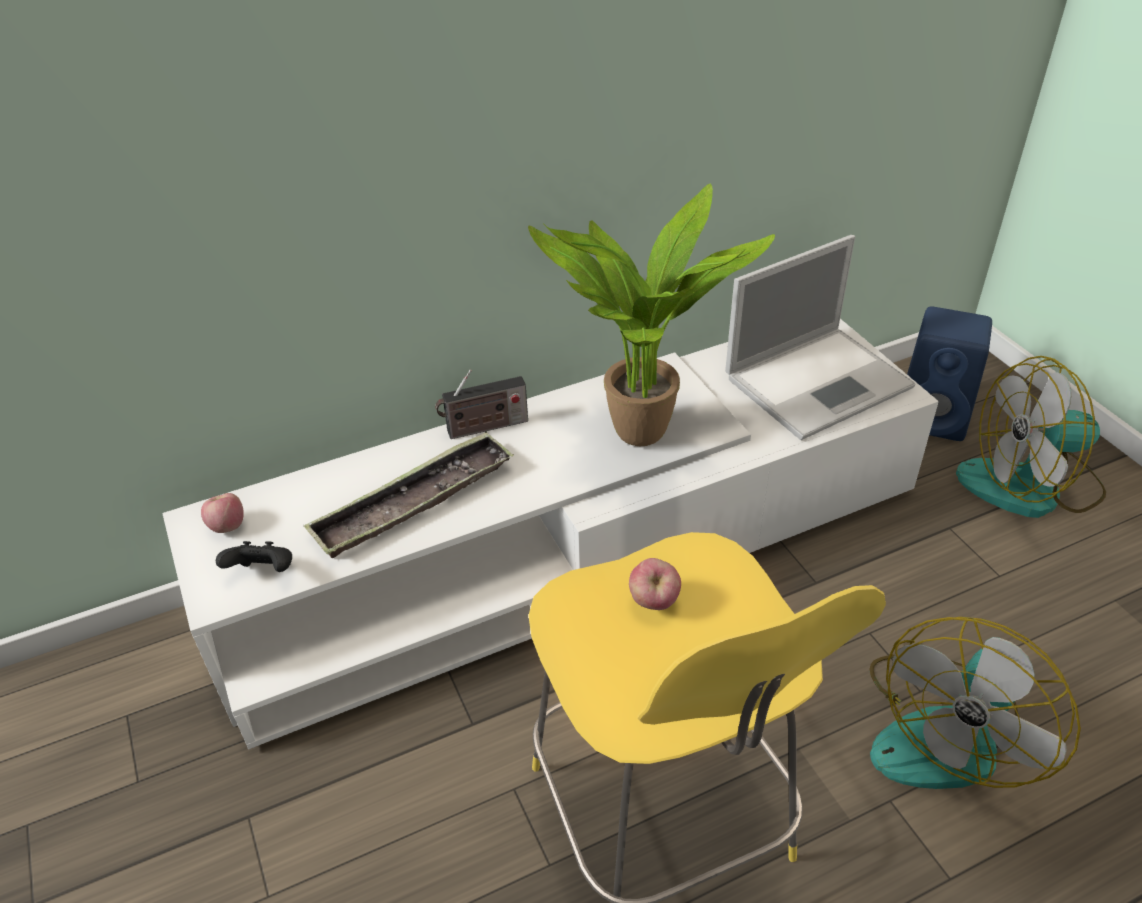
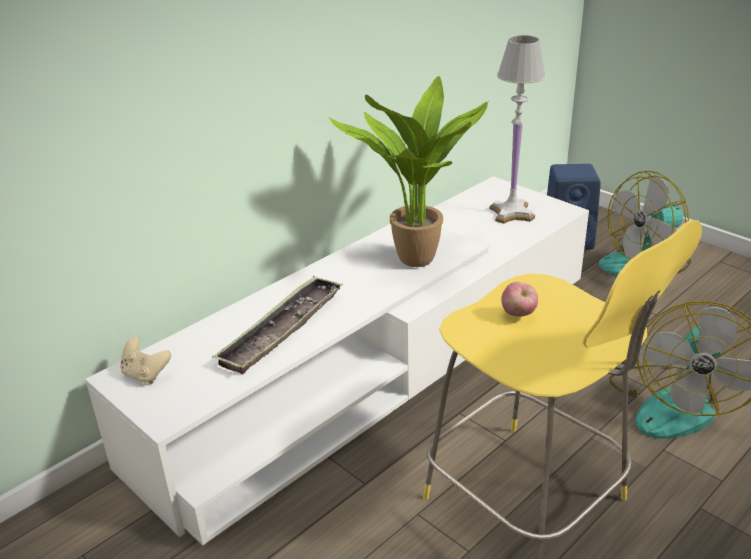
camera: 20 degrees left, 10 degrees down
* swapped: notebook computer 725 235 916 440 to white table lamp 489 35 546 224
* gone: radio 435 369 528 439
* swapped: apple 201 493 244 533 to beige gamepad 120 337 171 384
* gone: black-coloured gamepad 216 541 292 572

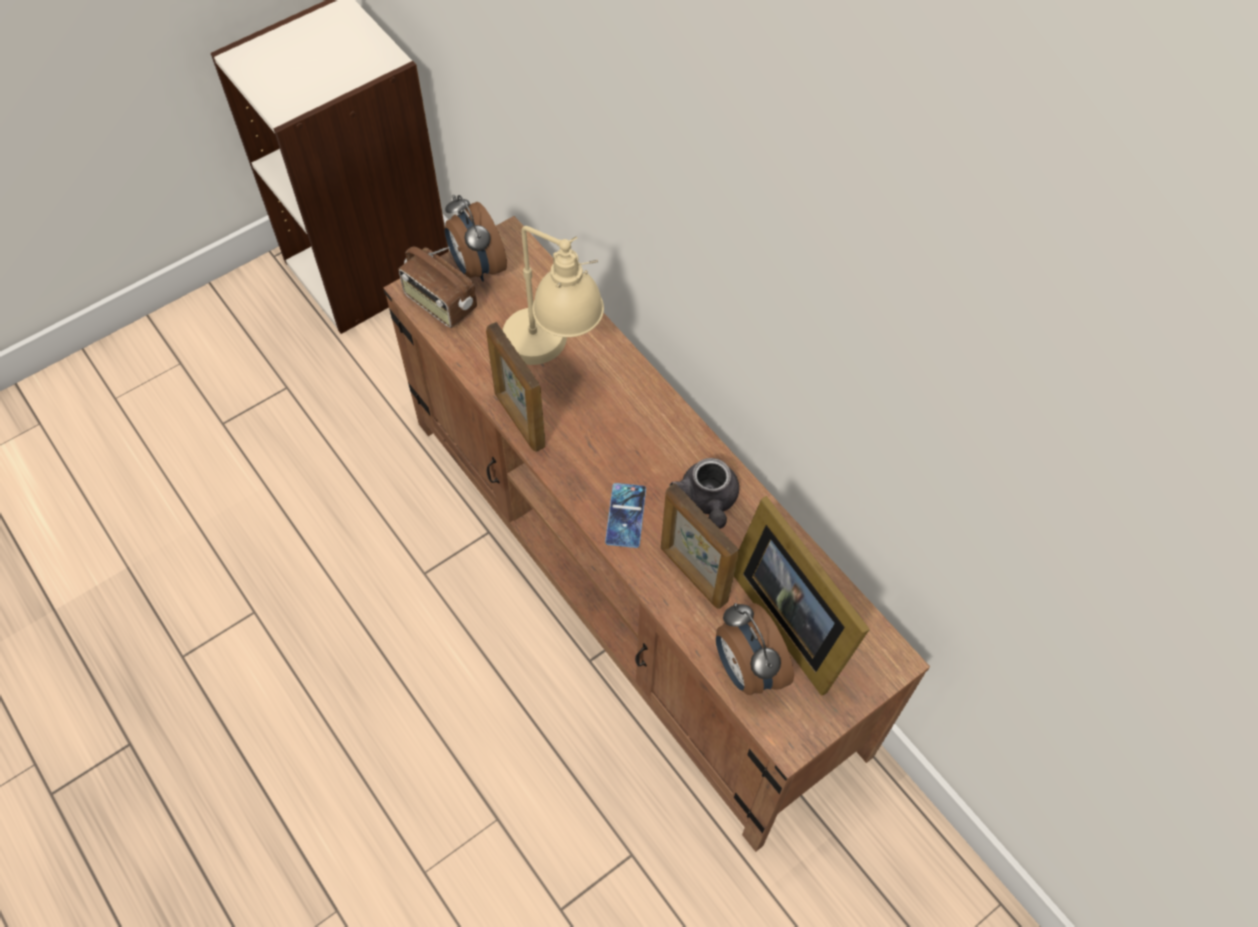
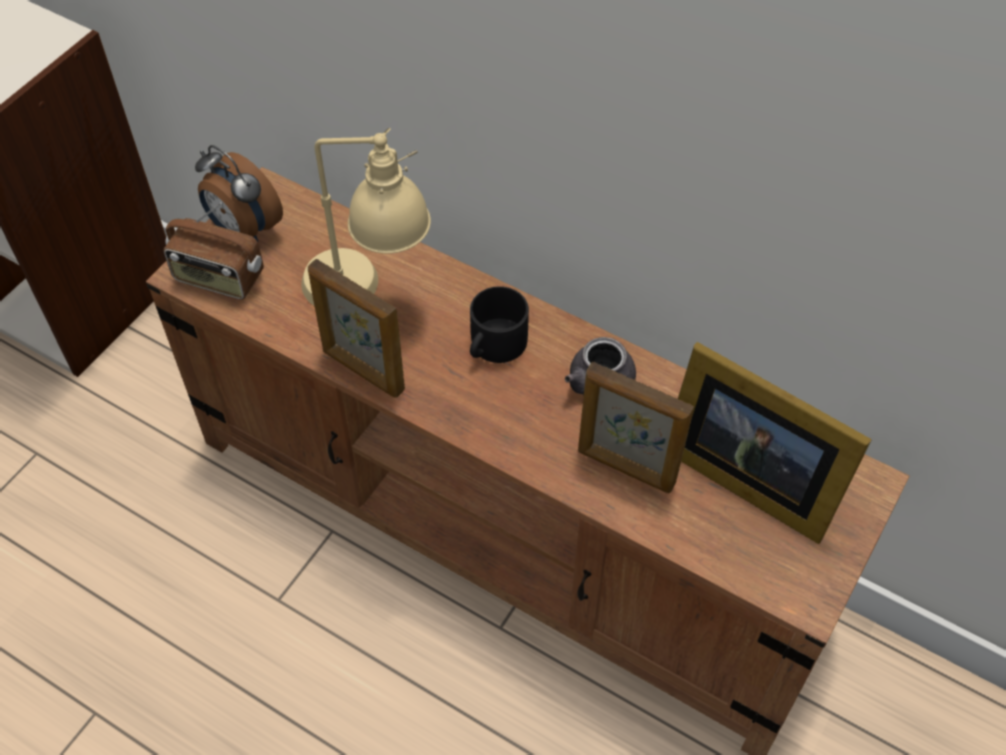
camera: 20 degrees left, 5 degrees down
* gone: handset 605 483 646 548
* gone: alarm clock 716 603 794 695
* new: black-coloured coffee mug 470 286 529 363

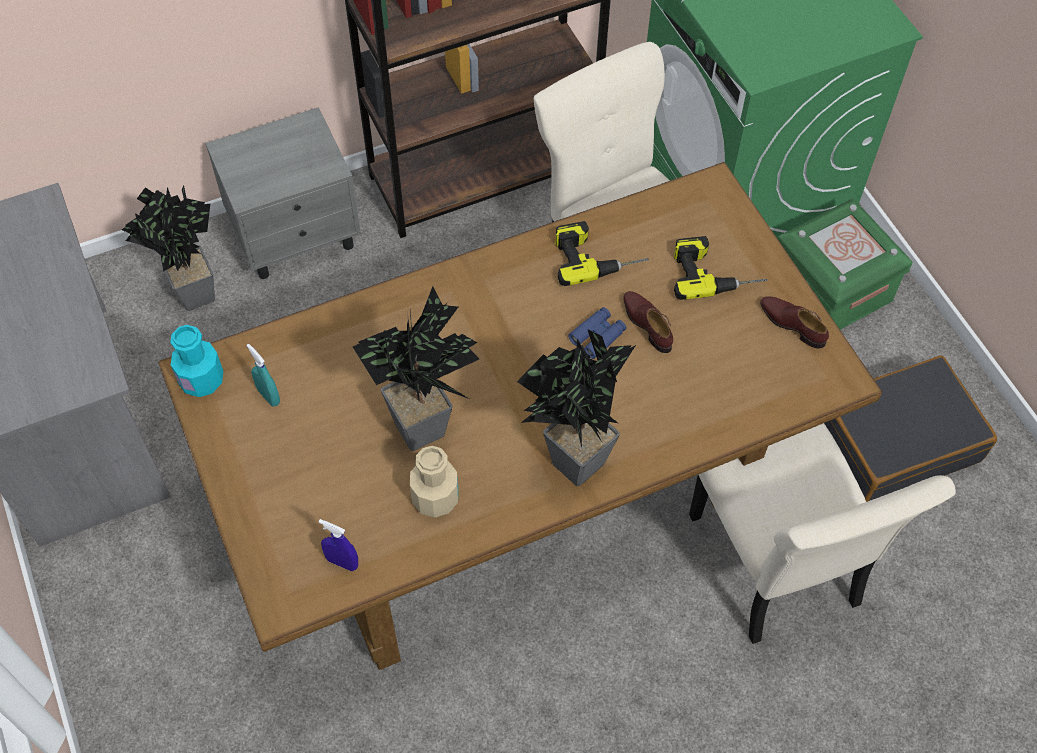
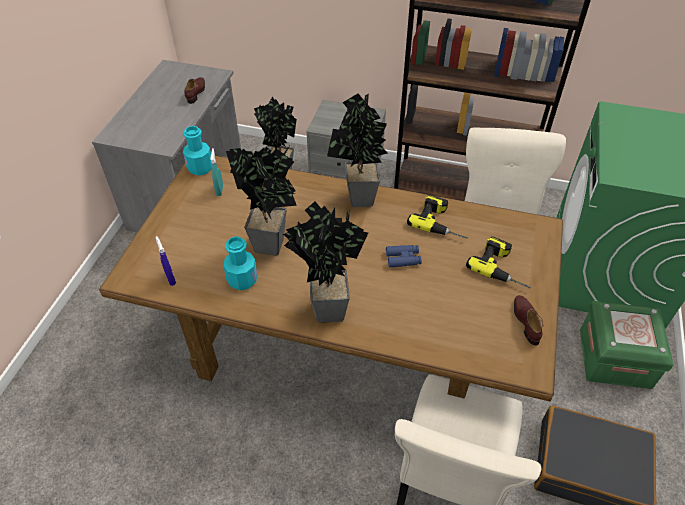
camera: 40 degrees right, 10 degrees down
* shifted: brownish shoe 623 291 673 353 to 184 77 205 104
* repainted: beige beverage bottle 410 446 458 518 to turquoise-coloured beverage bottle 223 236 257 290
* new: plant in a pot 327 94 388 207

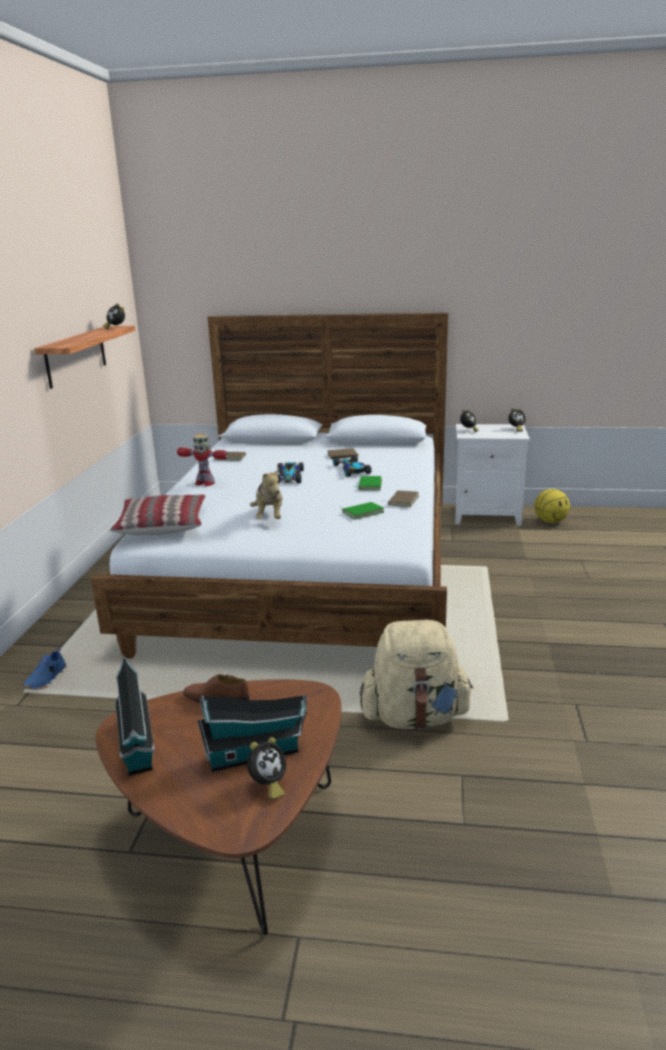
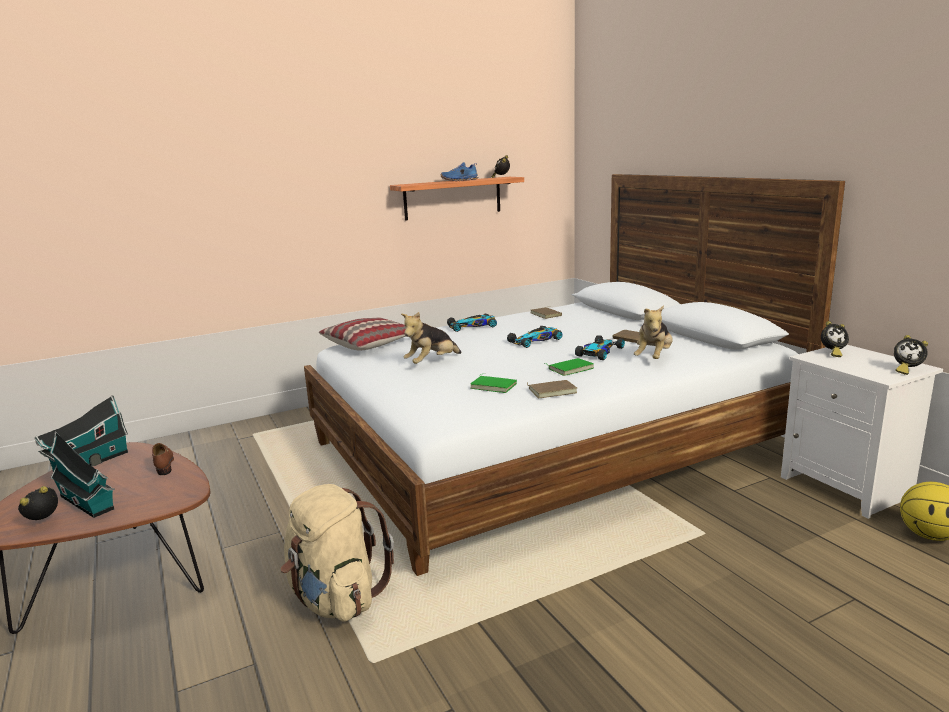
camera: 55 degrees right, 5 degrees down
* swapped: toy robot 177 434 228 486 to model car 447 314 497 332
* shifted: blue-coloured shoe 23 647 67 690 to 441 162 478 181
* rotated: alarm clock 247 737 286 800 = 18 486 58 520 120 degrees clockwise
* new: soft toy 634 305 673 359

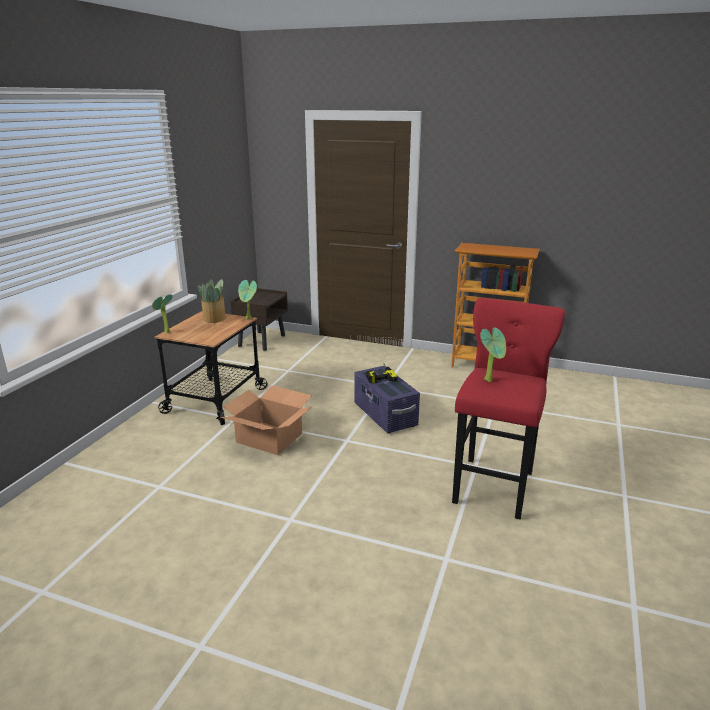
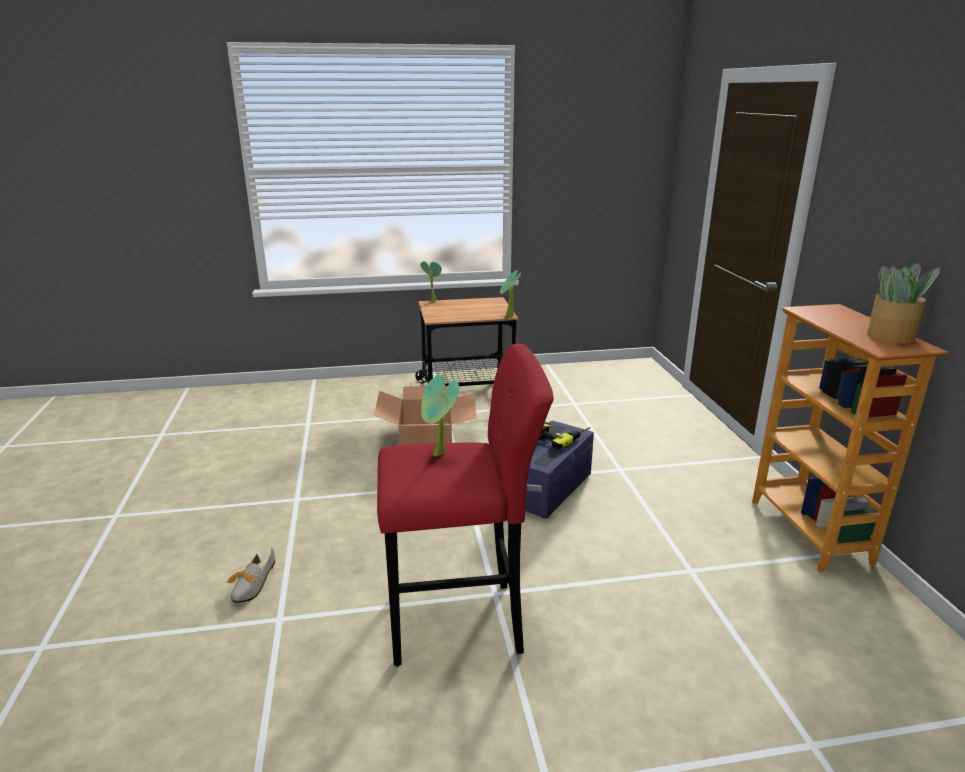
camera: 60 degrees right, 0 degrees up
* shifted: plant in a pot 198 279 226 323 to 867 263 940 344
* gone: brownish nightstand 231 288 288 351
* new: shoe 227 547 275 603

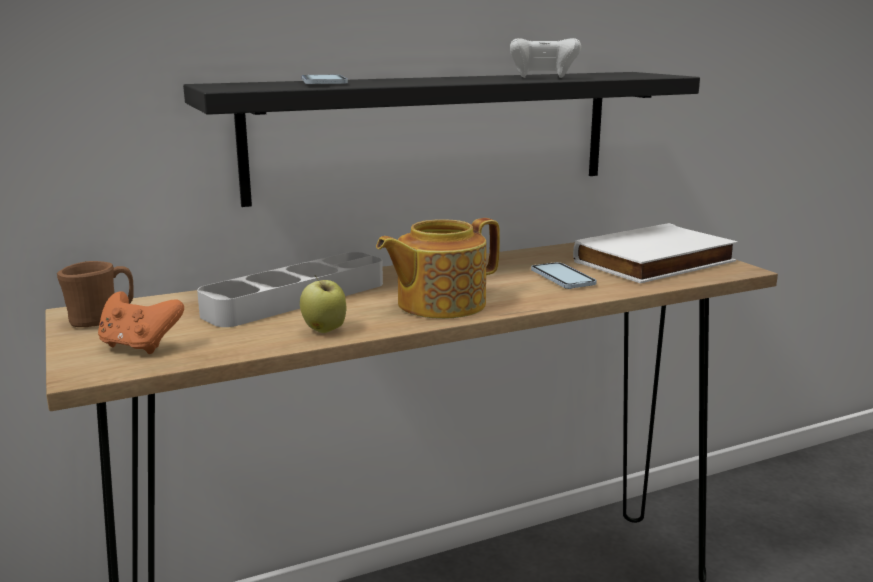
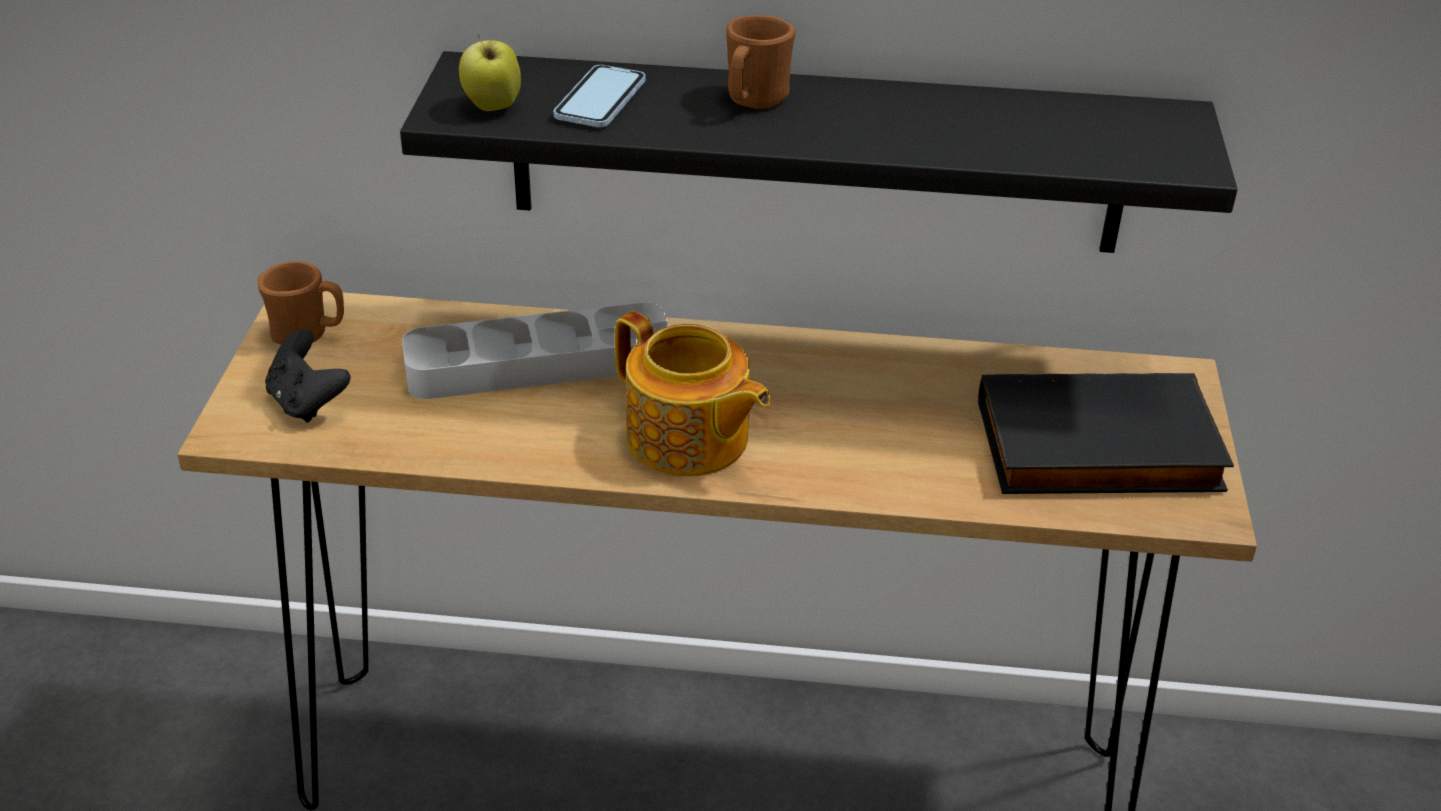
camera: 30 degrees right, 20 degrees up
* gone: white gamepad 510 38 581 78
* rotated: teapot 376 218 500 319 = 615 311 771 477 135 degrees counterclockwise
* repainted: white volume 573 223 738 283 to black-coloured volume 978 373 1234 494
* gone: handset 531 262 597 289
* shifted: apple 300 276 347 333 to 459 34 521 111
* repainted: orange gamepad 98 291 184 354 to black-coloured gamepad 265 329 351 423
* new: brownish coffee mug 726 16 796 109

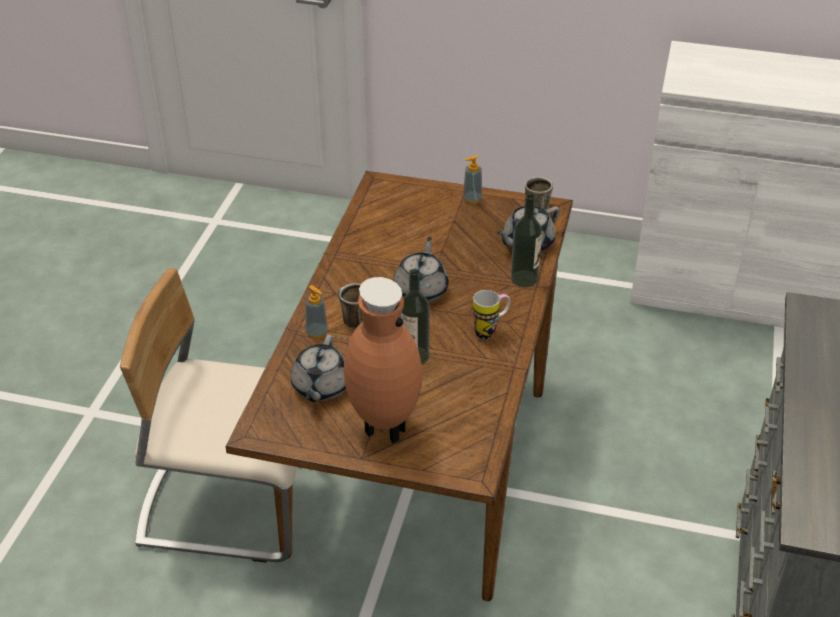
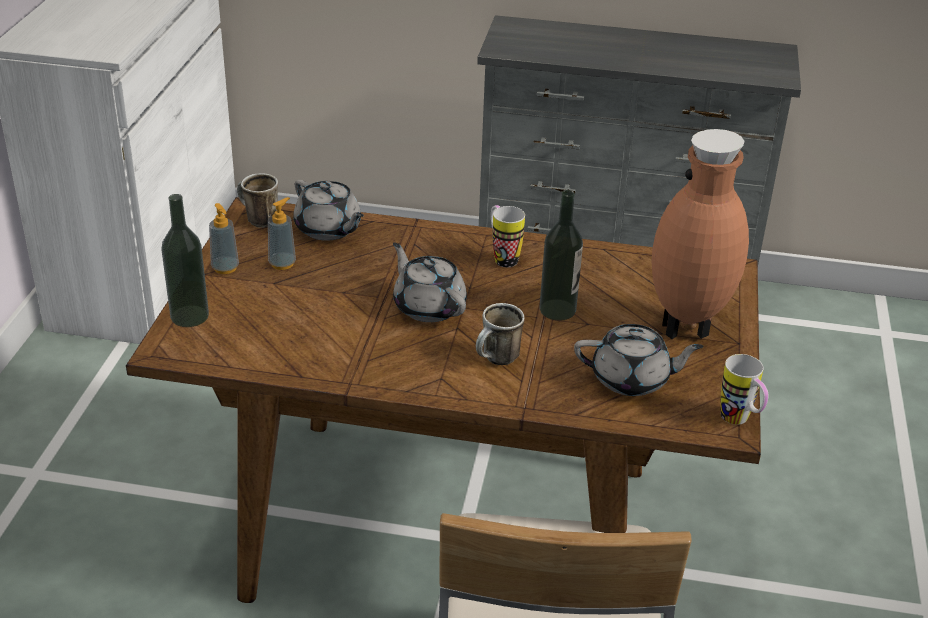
camera: 95 degrees left, 5 degrees down
* shifted: beverage bottle 511 194 542 287 to 162 194 209 327
* rotated: gray teapot 394 237 449 302 = 393 242 467 322 45 degrees clockwise
* shifted: liquid soap bottle 305 285 328 339 to 268 197 296 270
* new: coffee mug 720 354 768 425

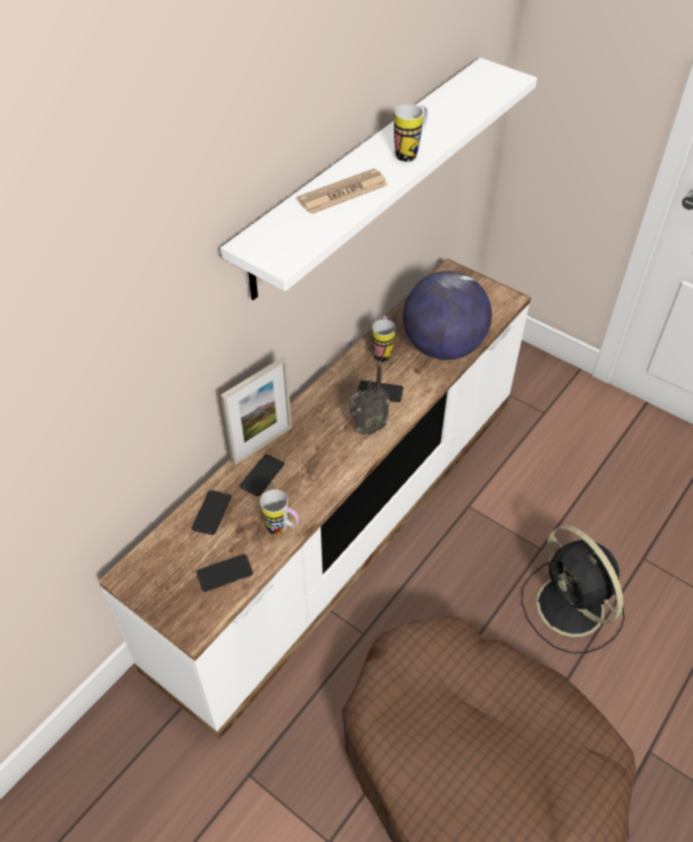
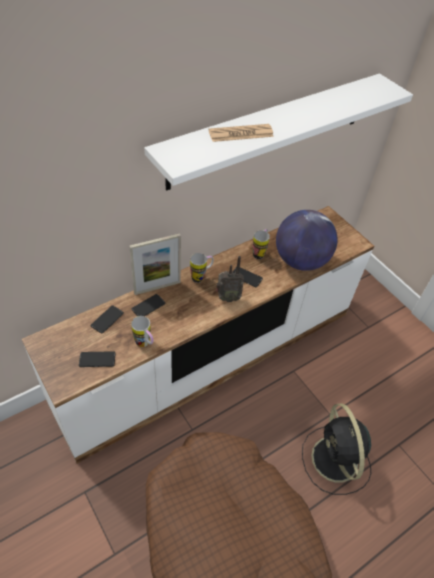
camera: 15 degrees right, 0 degrees up
* shifted: coffee mug 394 104 428 162 to 190 253 214 283

